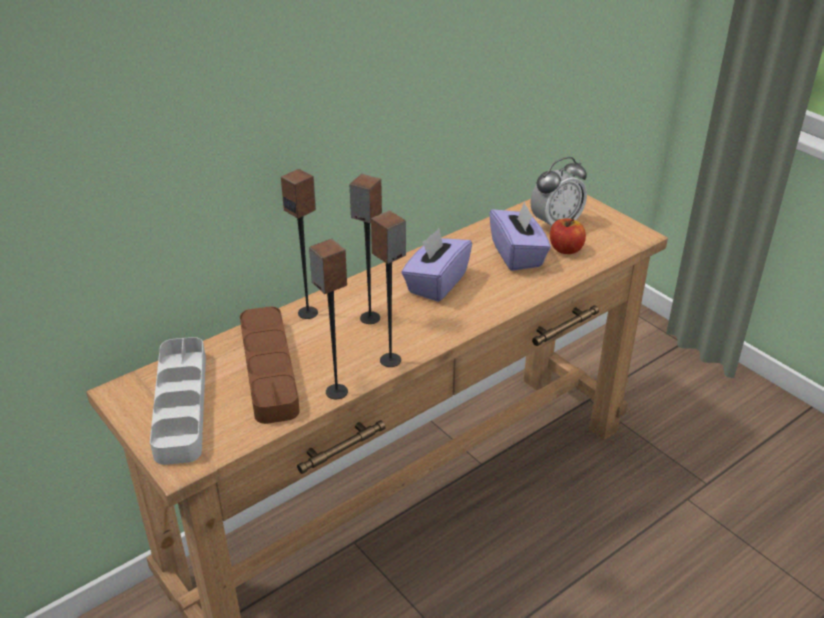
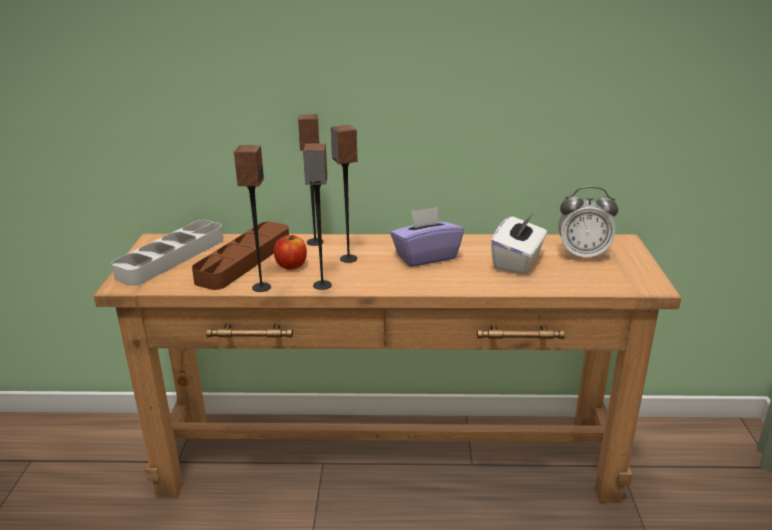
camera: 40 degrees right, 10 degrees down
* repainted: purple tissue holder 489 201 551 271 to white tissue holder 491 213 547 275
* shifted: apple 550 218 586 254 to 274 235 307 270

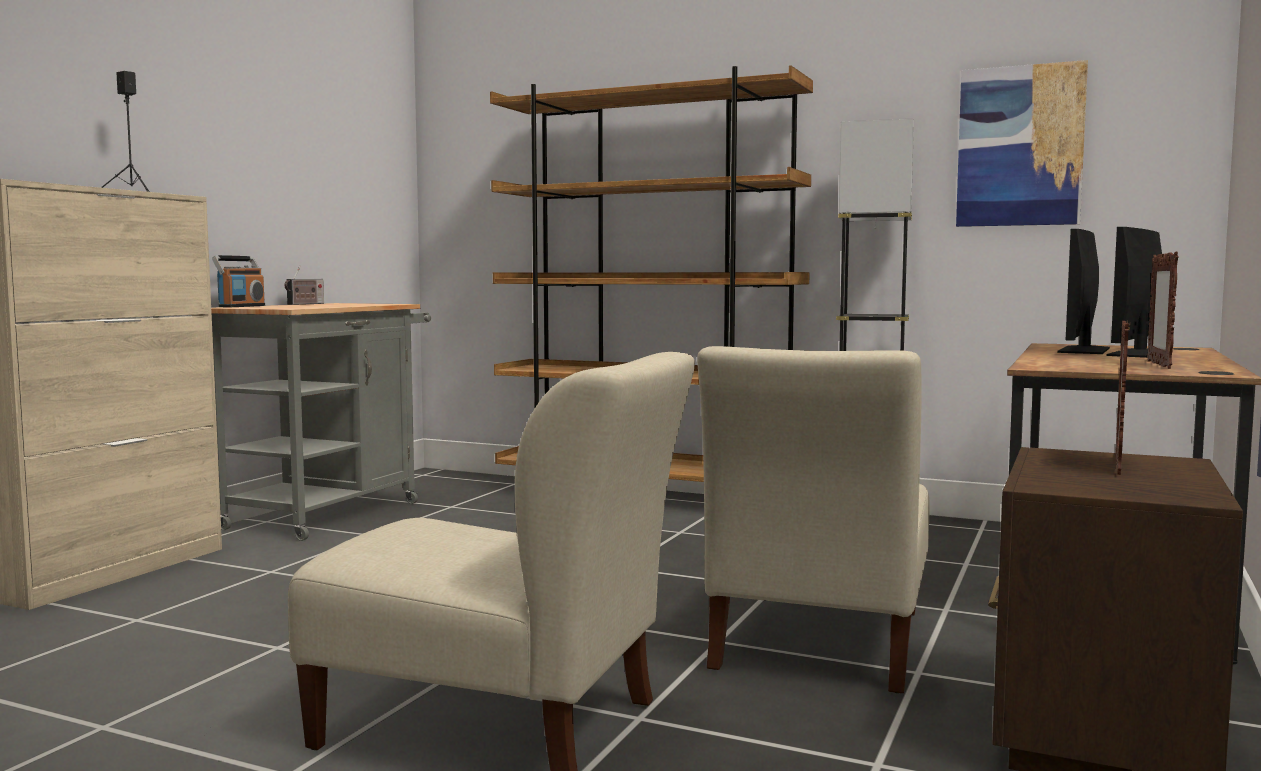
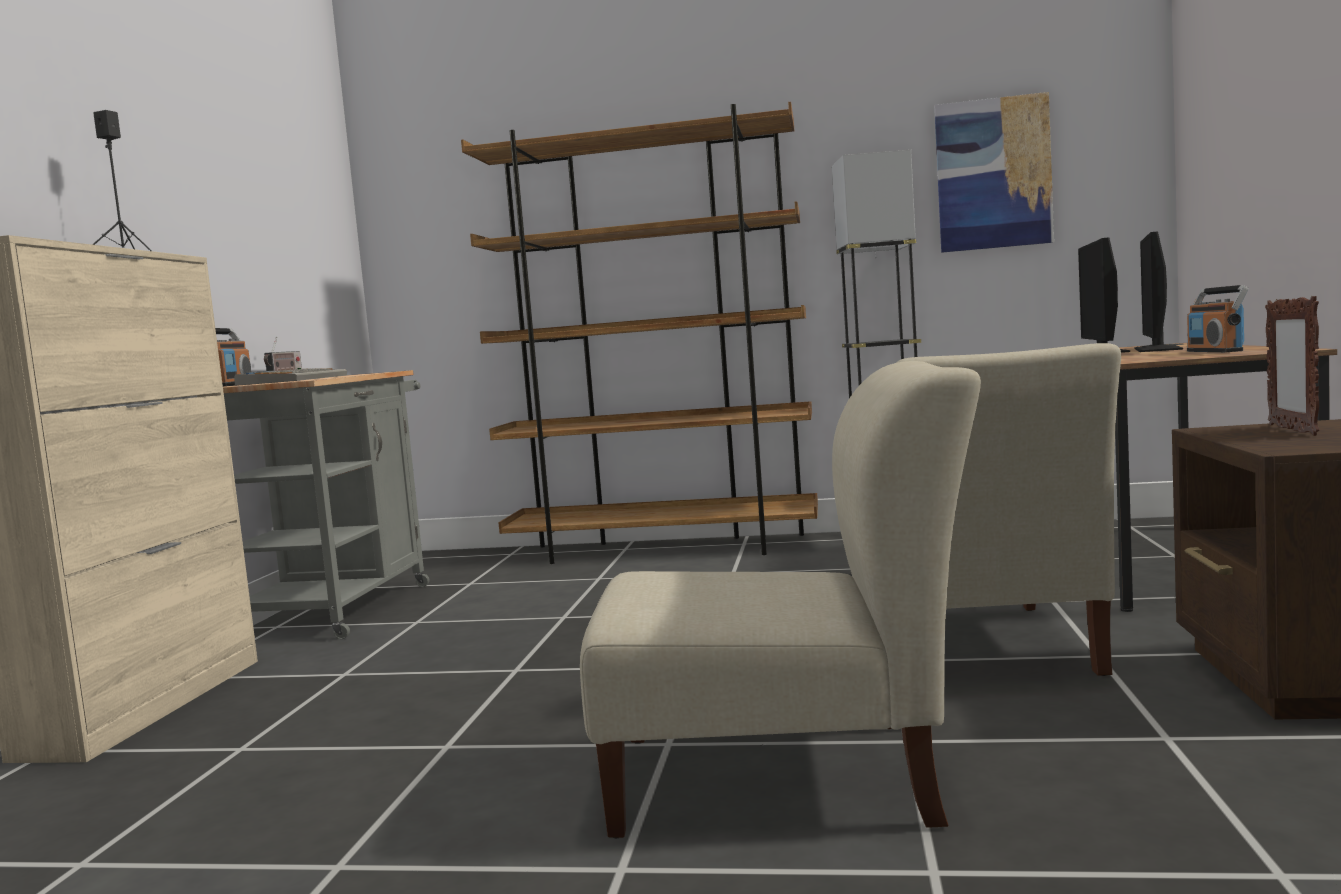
camera: 15 degrees left, 0 degrees up
* swapped: photo frame 1147 252 1179 369 to radio 1187 285 1249 352
* new: computer keyboard 234 368 347 386

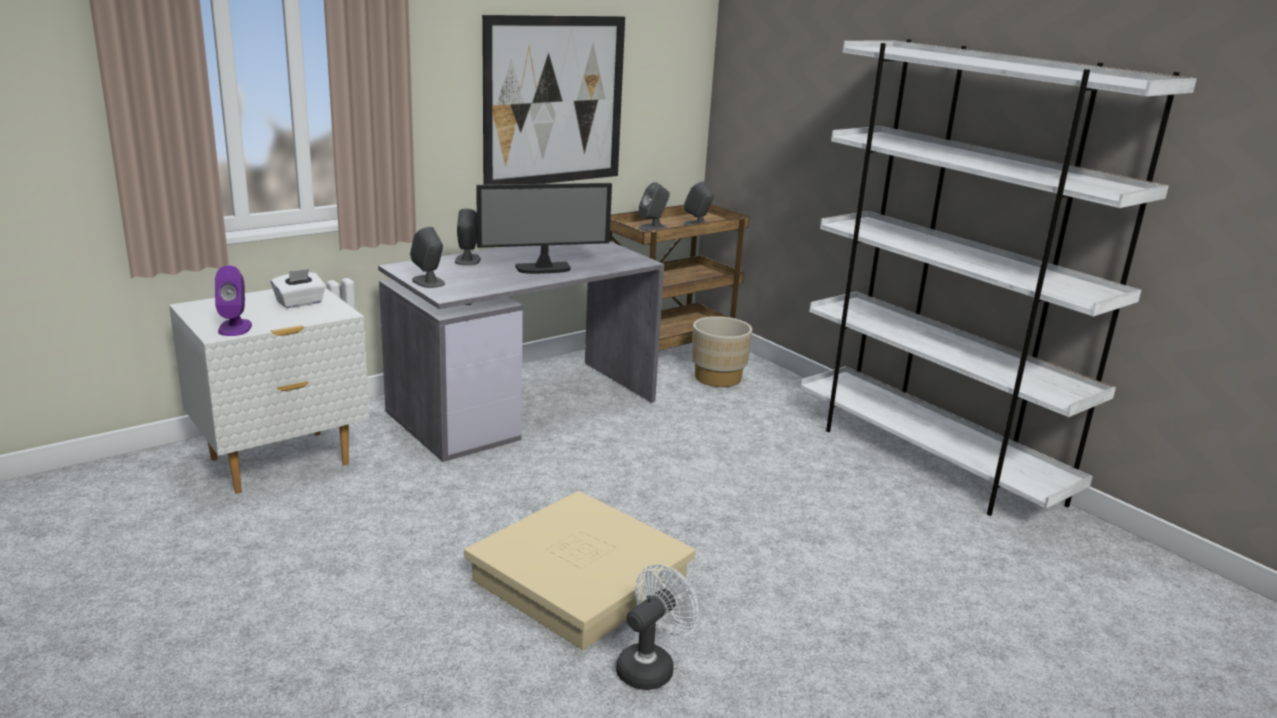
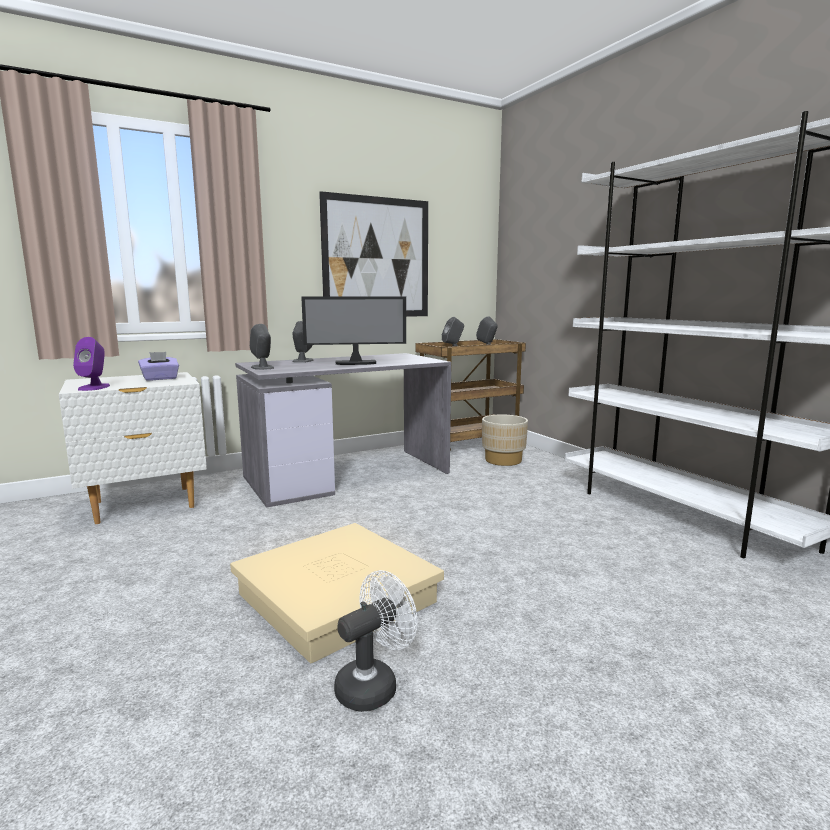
camera: 10 degrees right, 10 degrees down
* repainted: white tissue holder 271 269 326 308 to purple tissue holder 138 352 179 381

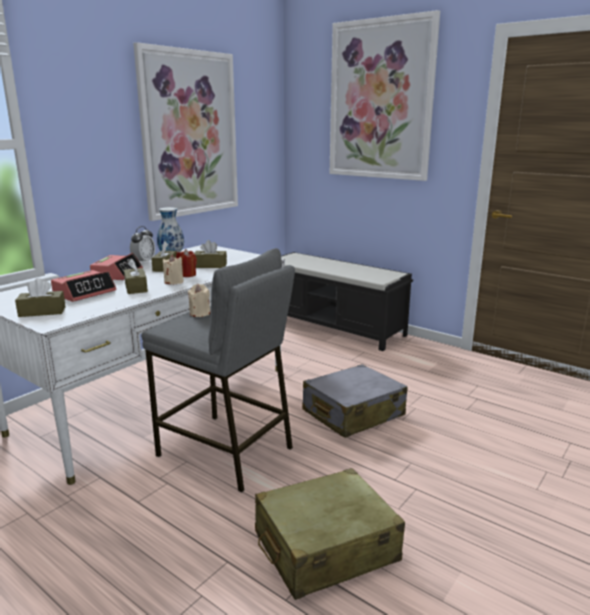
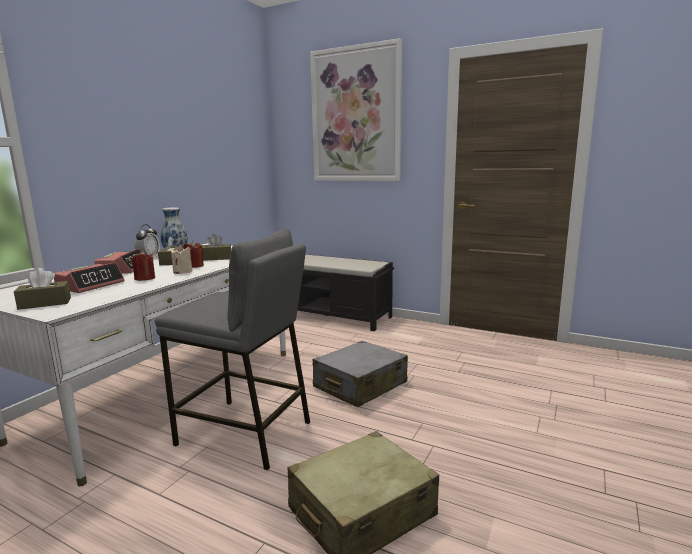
camera: 10 degrees left, 5 degrees down
* gone: picture 133 42 238 221
* swapped: brownish tissue holder 124 258 148 294 to reddish wax light 132 251 155 281
* gone: beige wax light 188 284 210 317

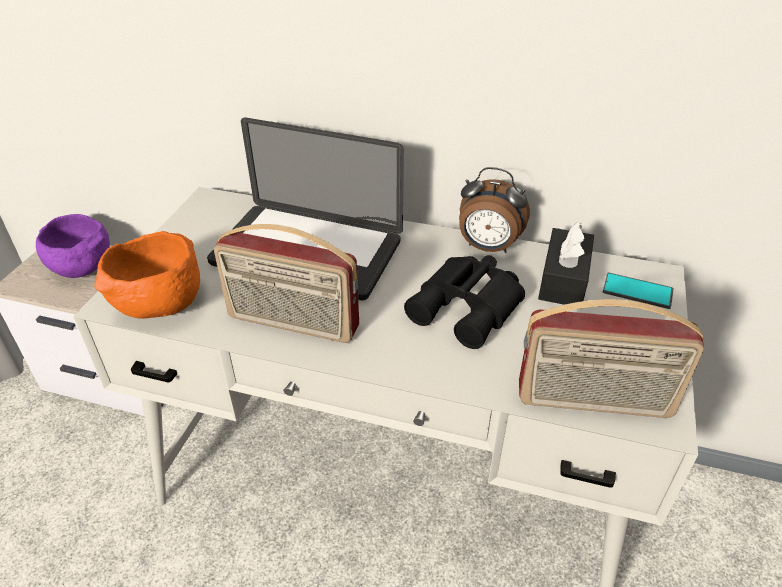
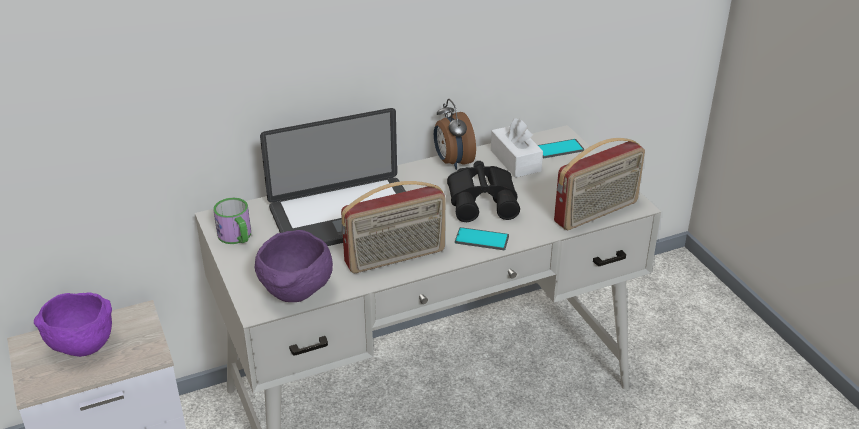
camera: 40 degrees left, 5 degrees down
* rotated: alarm clock 459 167 530 253 = 434 99 476 170 90 degrees clockwise
* repainted: black-coloured tissue holder 538 222 594 305 to white tissue holder 491 118 543 178
* repainted: orange serving bowl 94 231 200 319 to purple serving bowl 255 230 333 302
* new: coffee mug 213 198 251 244
* new: handset 455 227 509 250

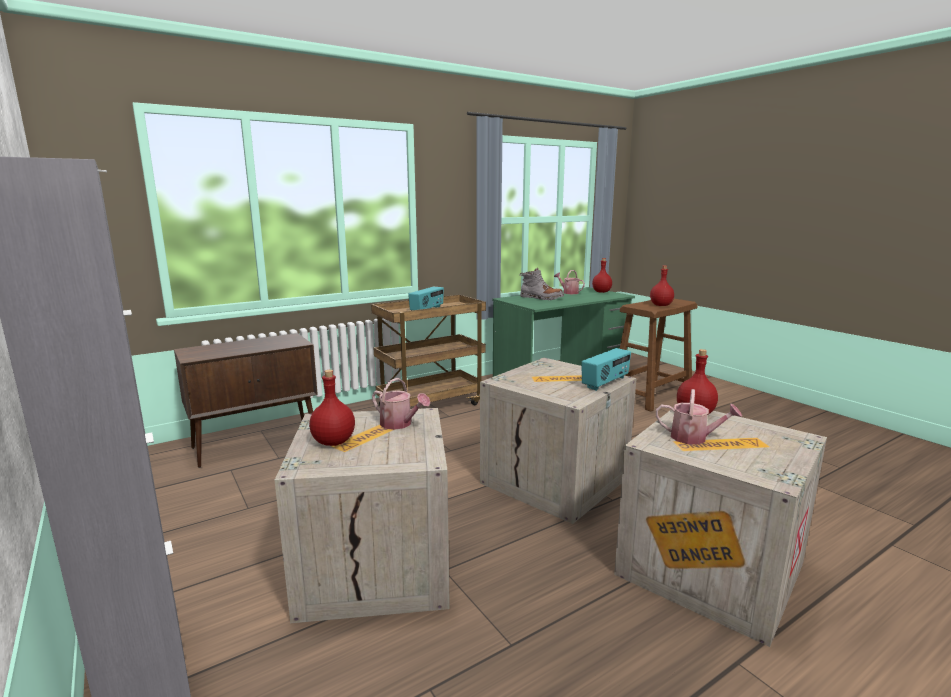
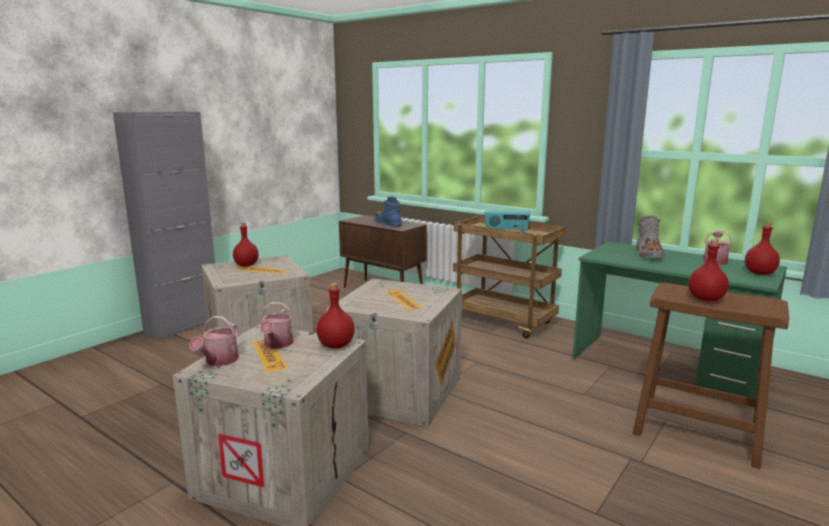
camera: 70 degrees right, 0 degrees up
* gone: radio 582 348 631 391
* shifted: watering can 372 378 430 430 to 189 316 239 366
* new: blue-coloured boot 374 197 402 227

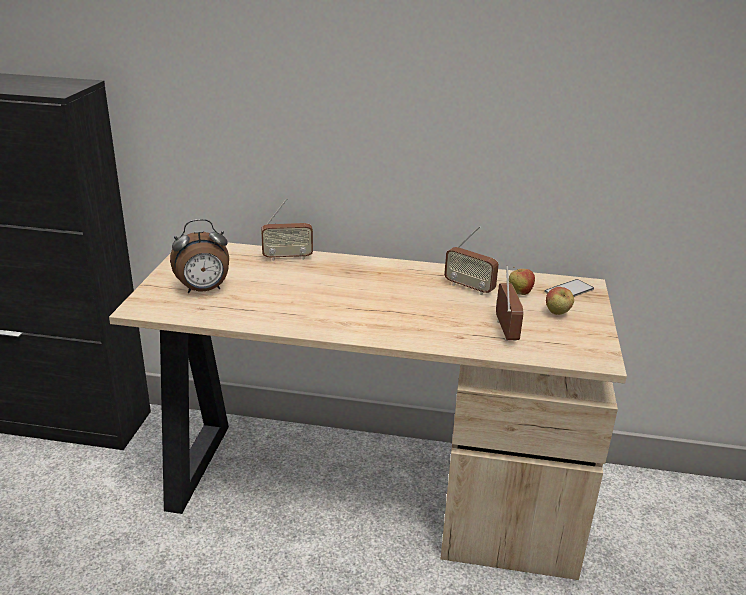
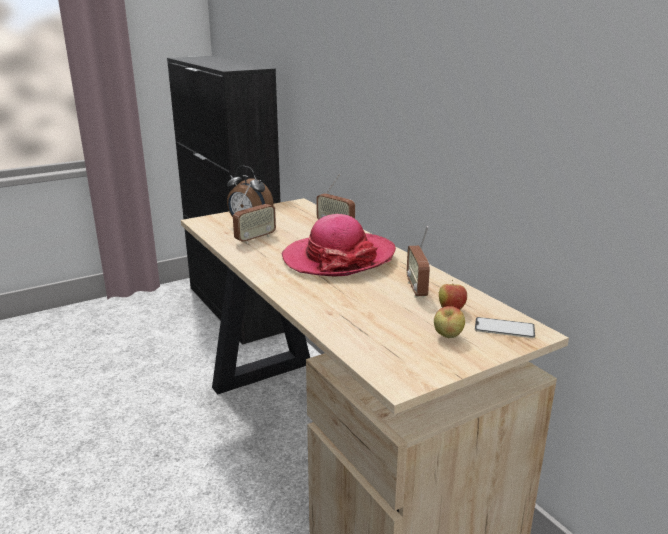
camera: 50 degrees right, 5 degrees down
* shifted: radio 496 266 524 341 to 233 184 276 244
* new: clothing hat 281 214 396 276

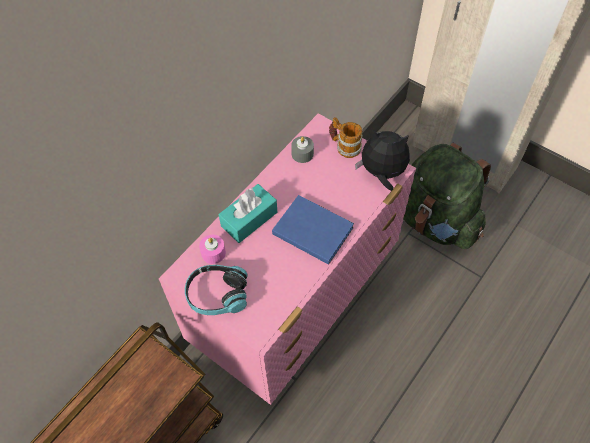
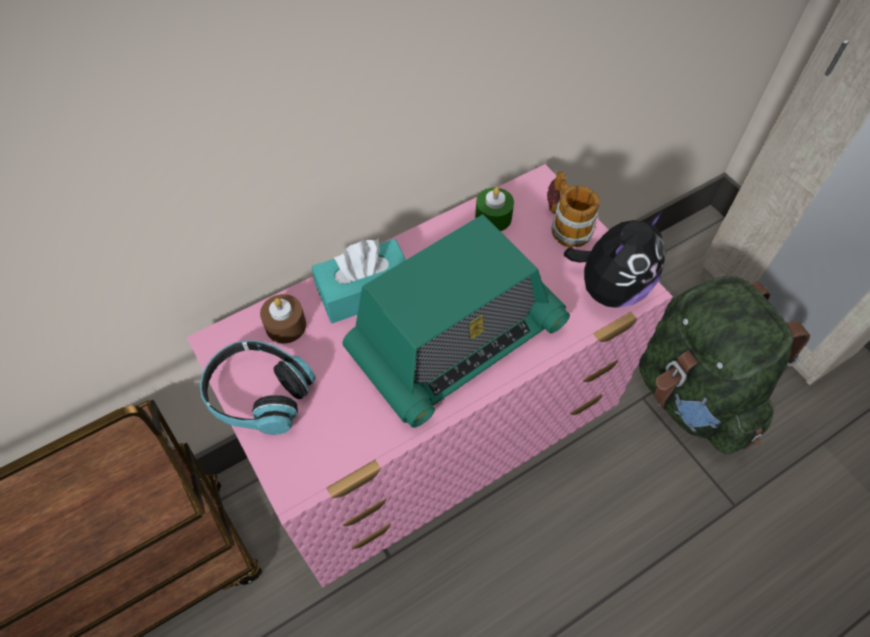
camera: 20 degrees right, 0 degrees up
* rotated: soft toy 355 128 410 191 = 564 210 666 308 105 degrees clockwise
* repainted: gray wax light 291 136 314 163 to greenish wax light 475 187 514 231
* swapped: blue-coloured volume 272 195 354 265 to radio 342 214 570 428
* repainted: pink wax light 199 235 226 264 to brownish wax light 260 294 306 343

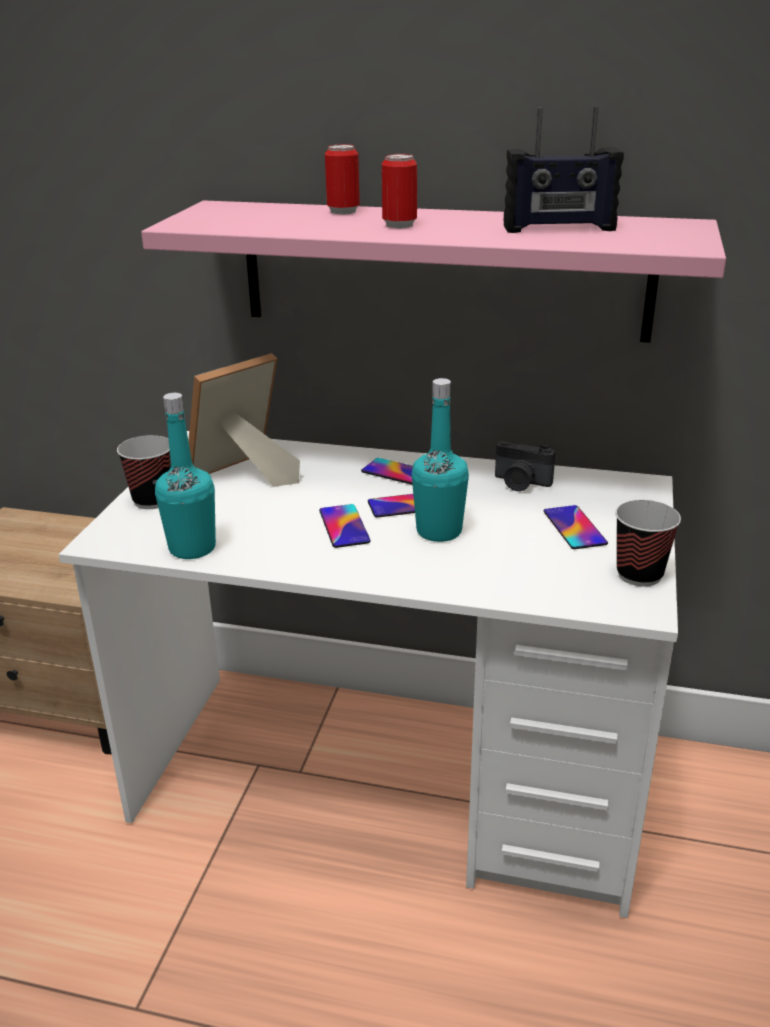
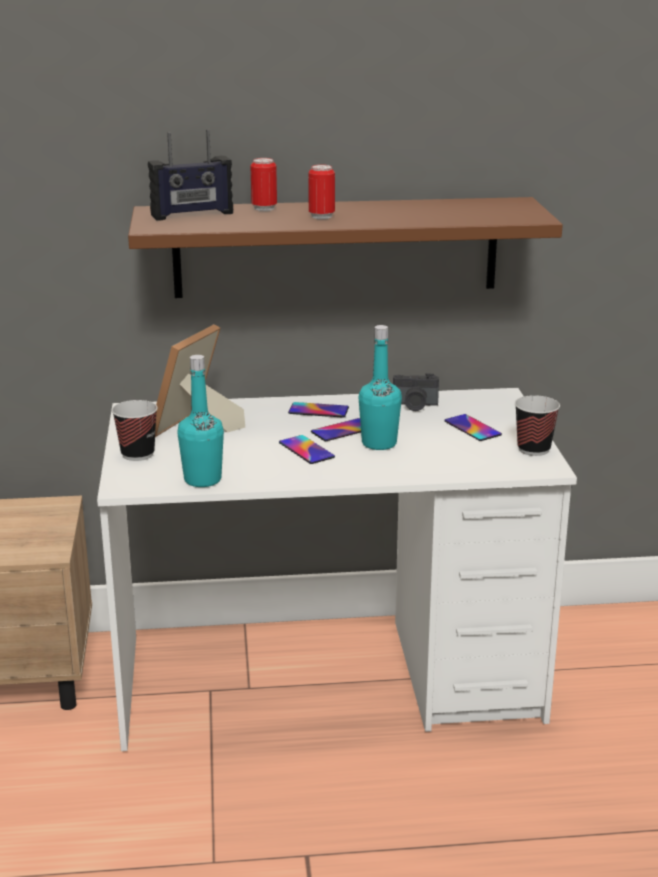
camera: 20 degrees left, 5 degrees down
* shifted: radio 504 107 624 233 to 148 129 233 220
* repainted: pink shelf 141 200 726 343 to brownish shelf 128 197 563 298

